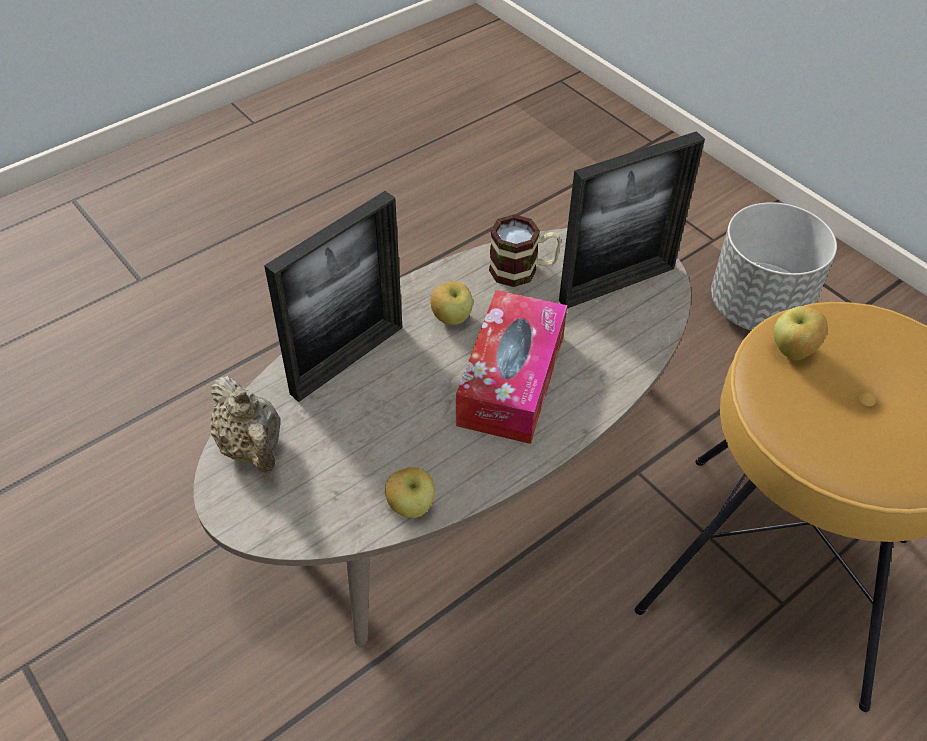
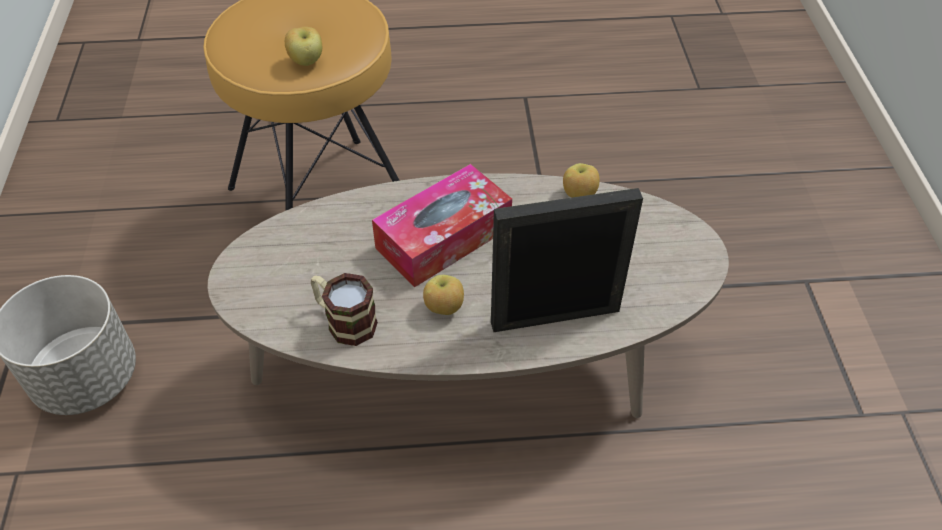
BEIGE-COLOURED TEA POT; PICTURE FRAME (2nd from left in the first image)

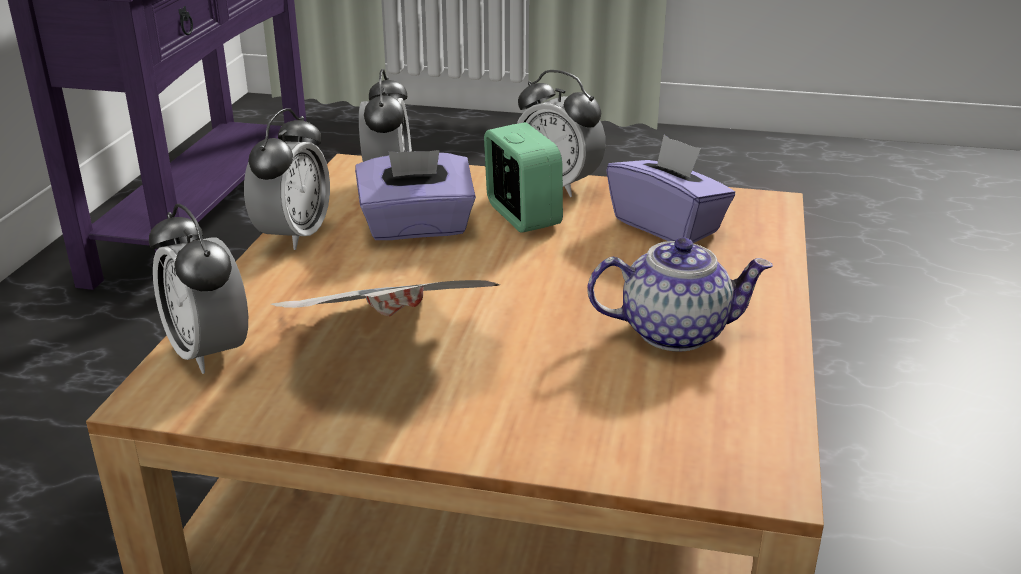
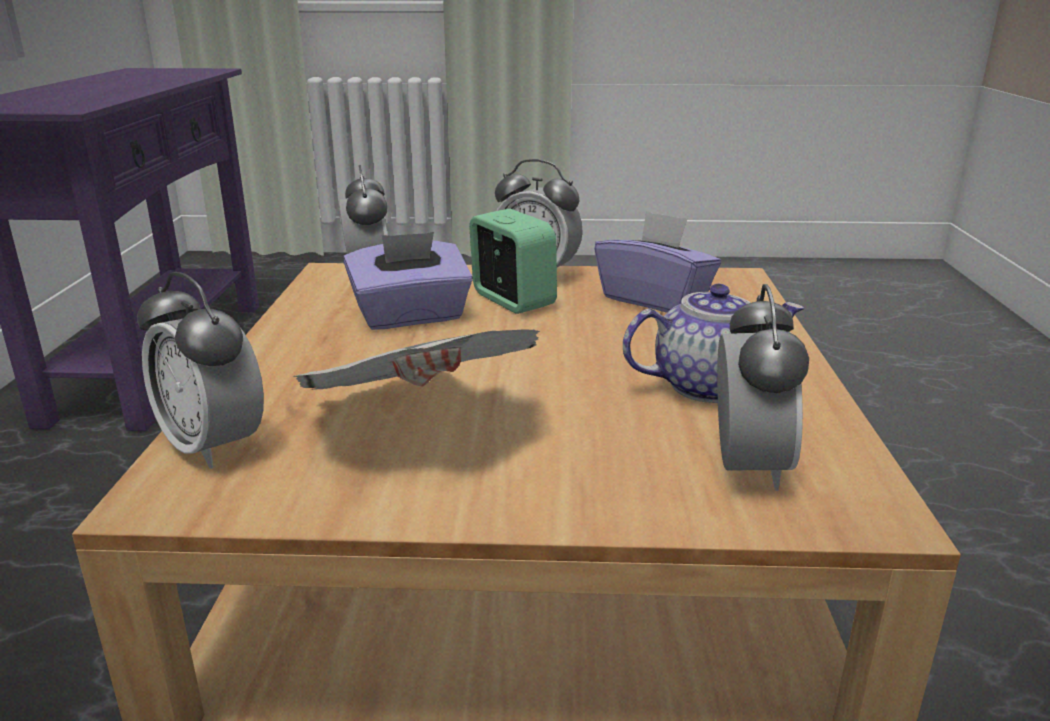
ALARM CLOCK (5th from left)

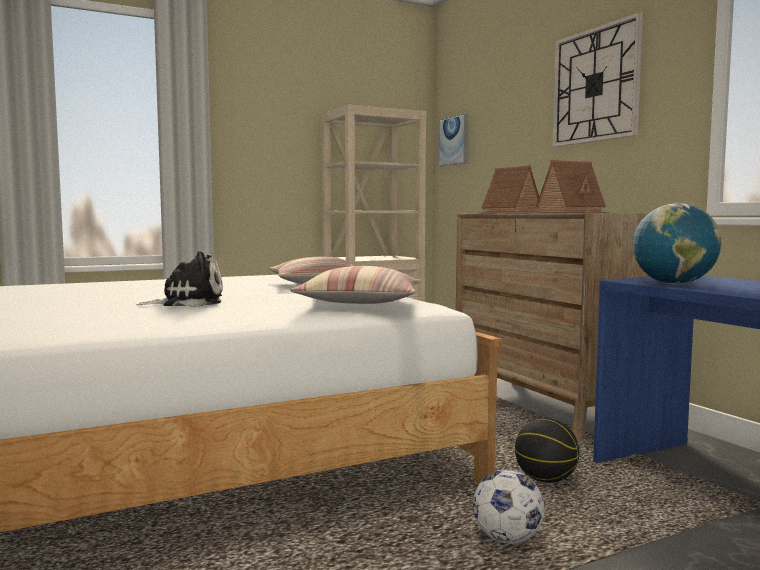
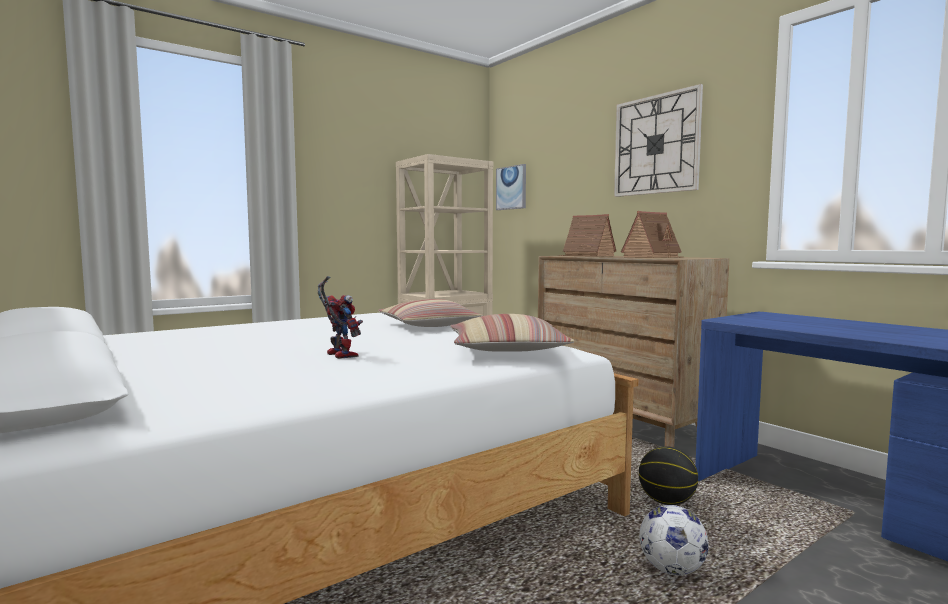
DESK GLOBE; MODEL ROBOT

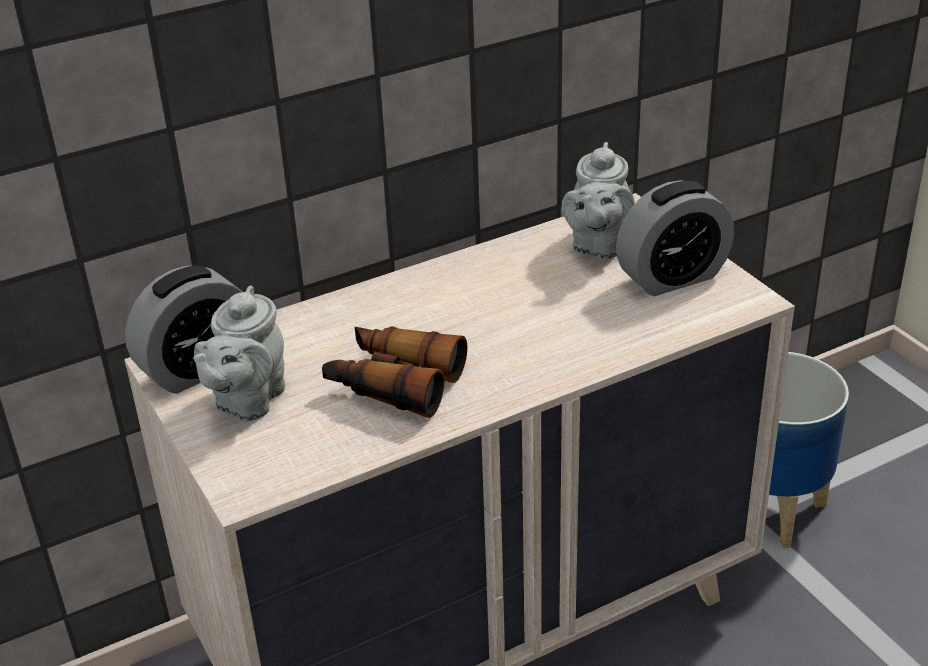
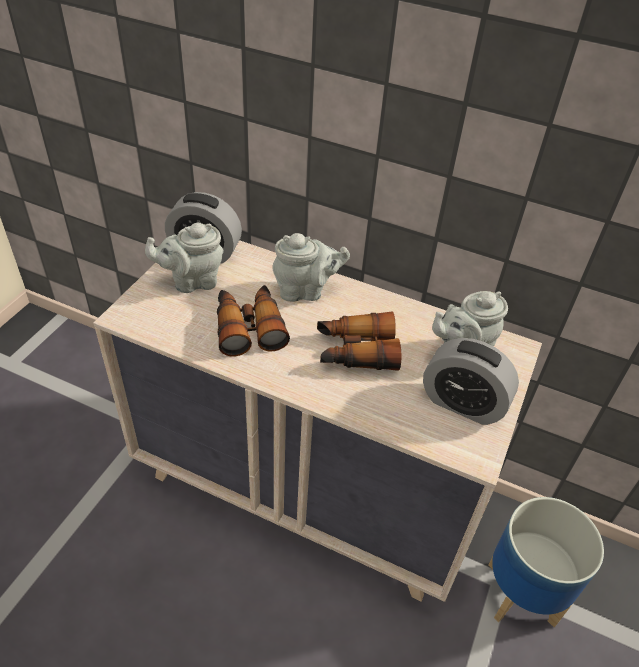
GRAY TEA POT (2nd from left); FIELD GLASSES (2nd from left)

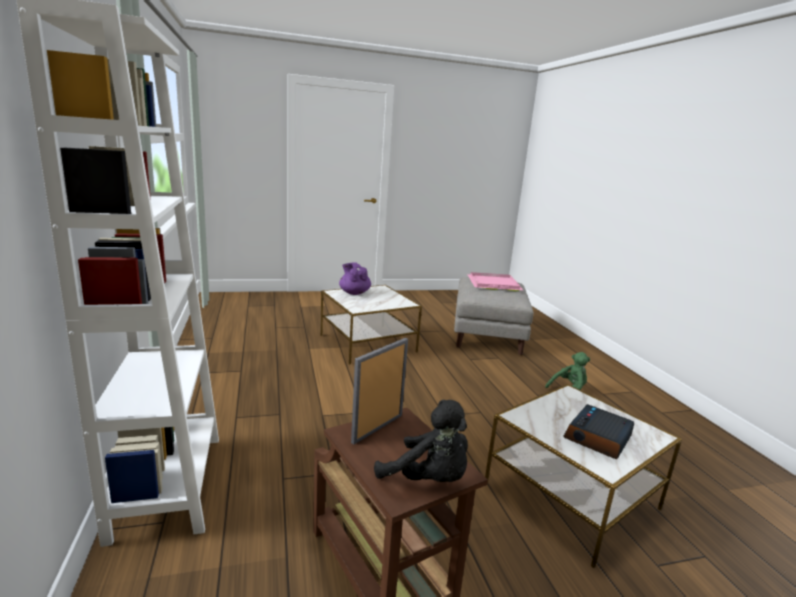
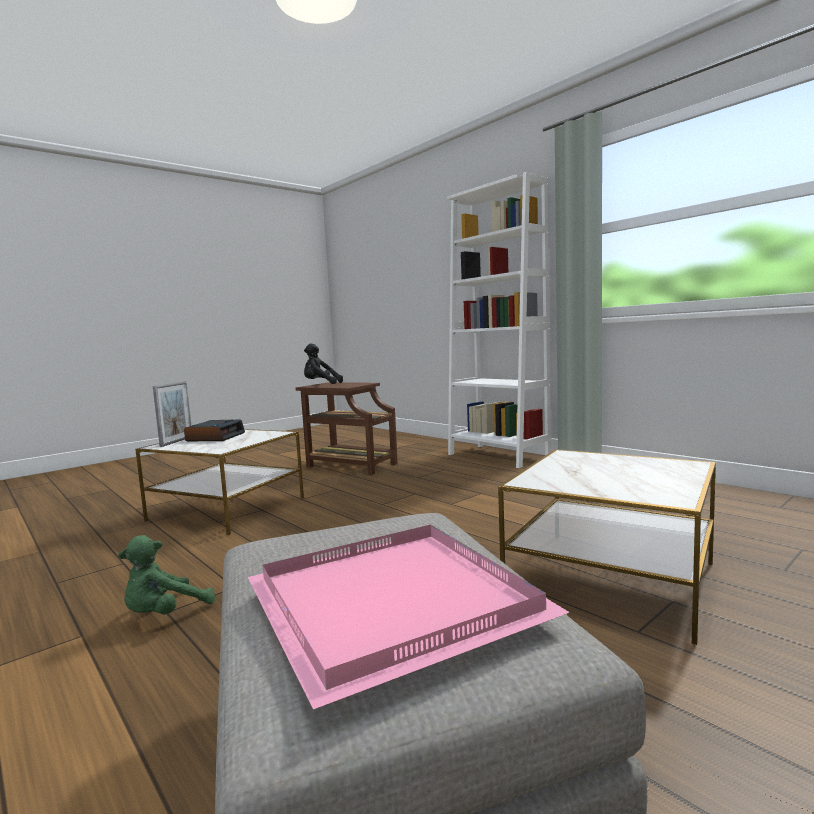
PURPLISH TEA POT; PICTURE FRAME

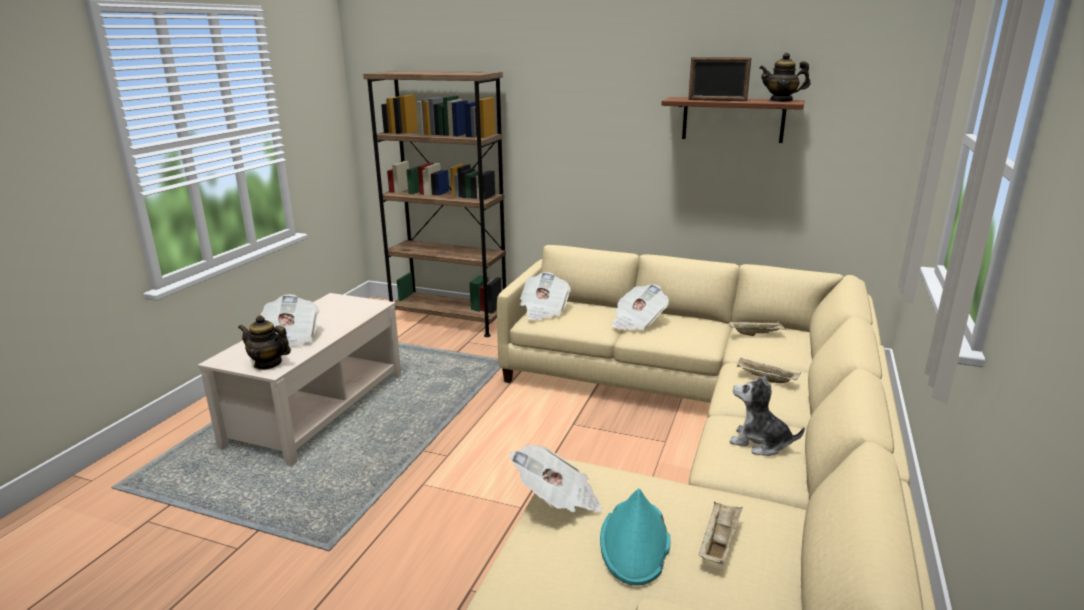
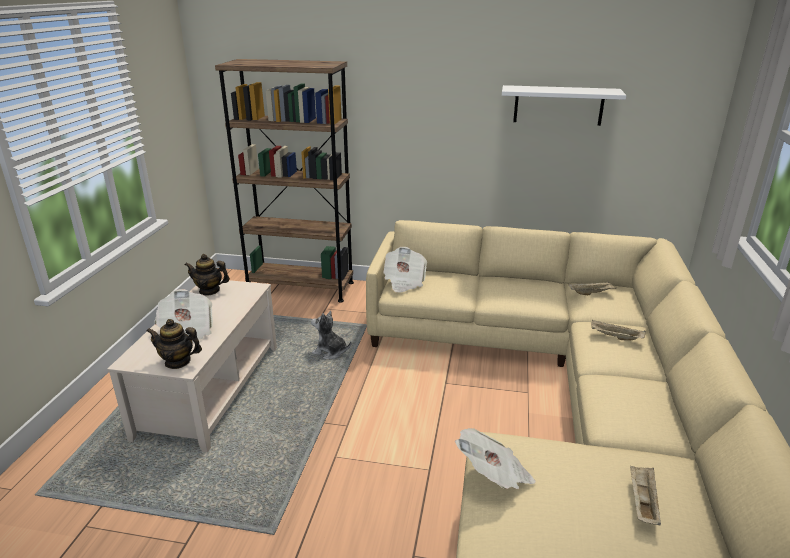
BLUE-GREEN WEARABLE HAT; DAILY PAPER (4th from left in the first image); PICTURE FRAME; PLUSH TOY; TEA POT (2nd from left); WHITE-COLOURED WALL SHELF

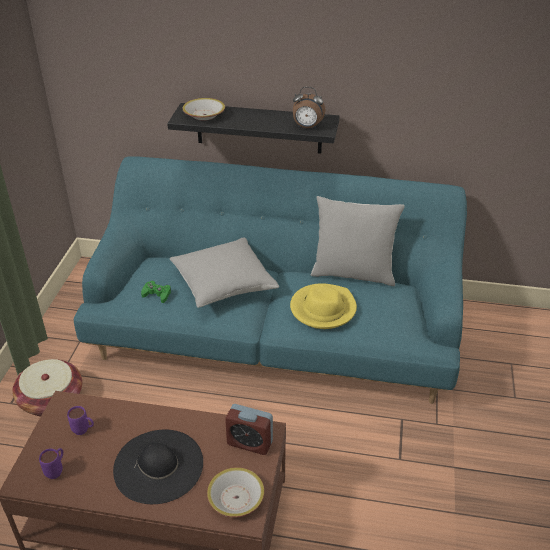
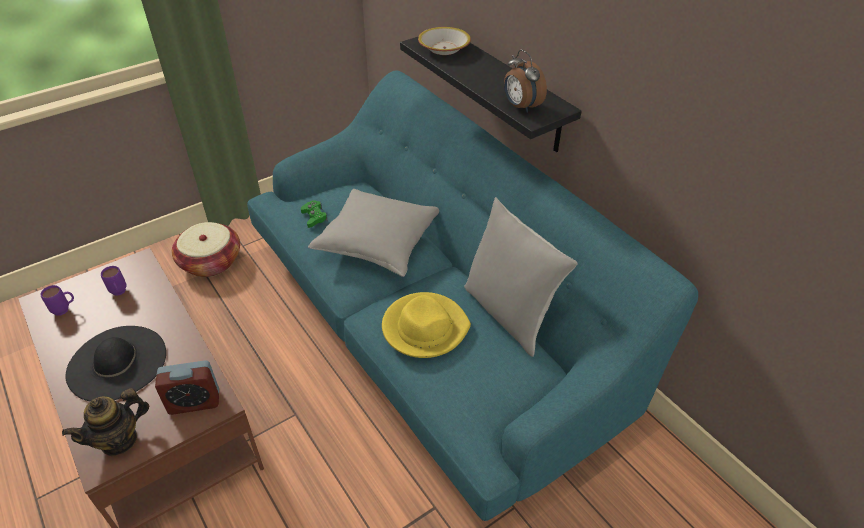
TEA POT; ALARM CLOCK (1st from left)

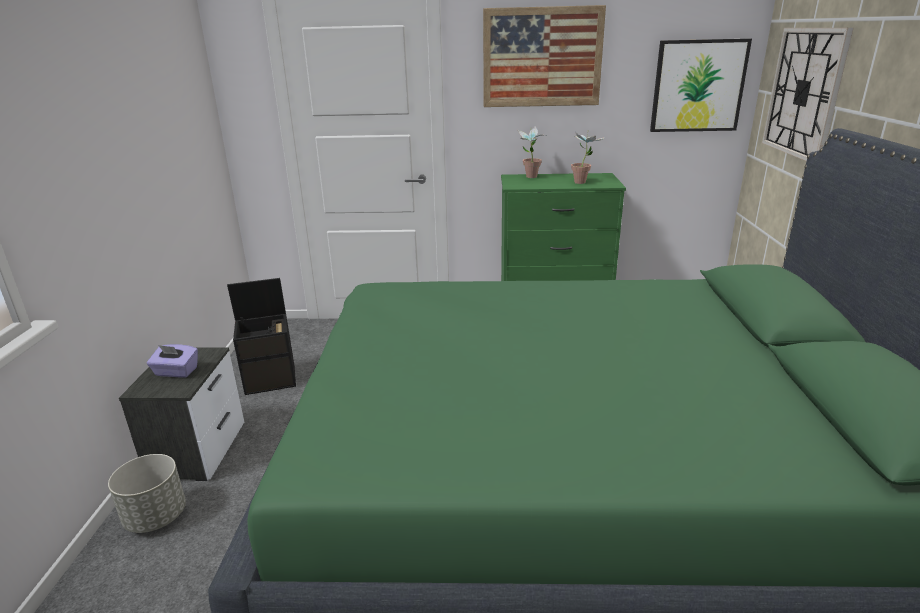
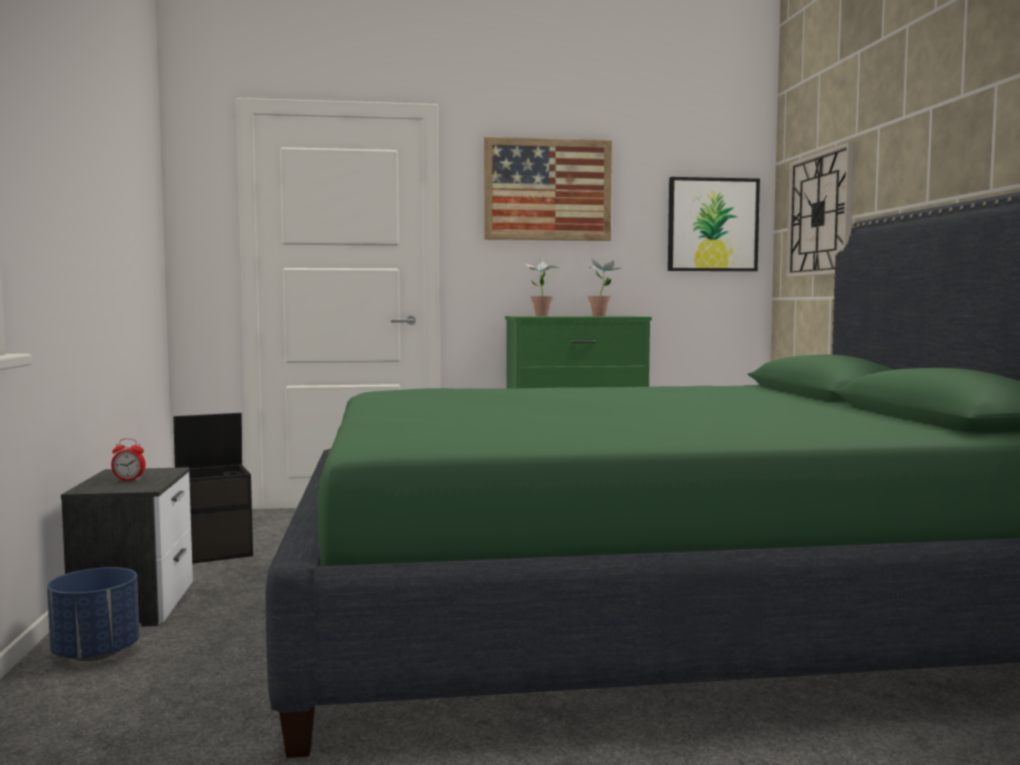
ALARM CLOCK; BLUISH FLOWER POT

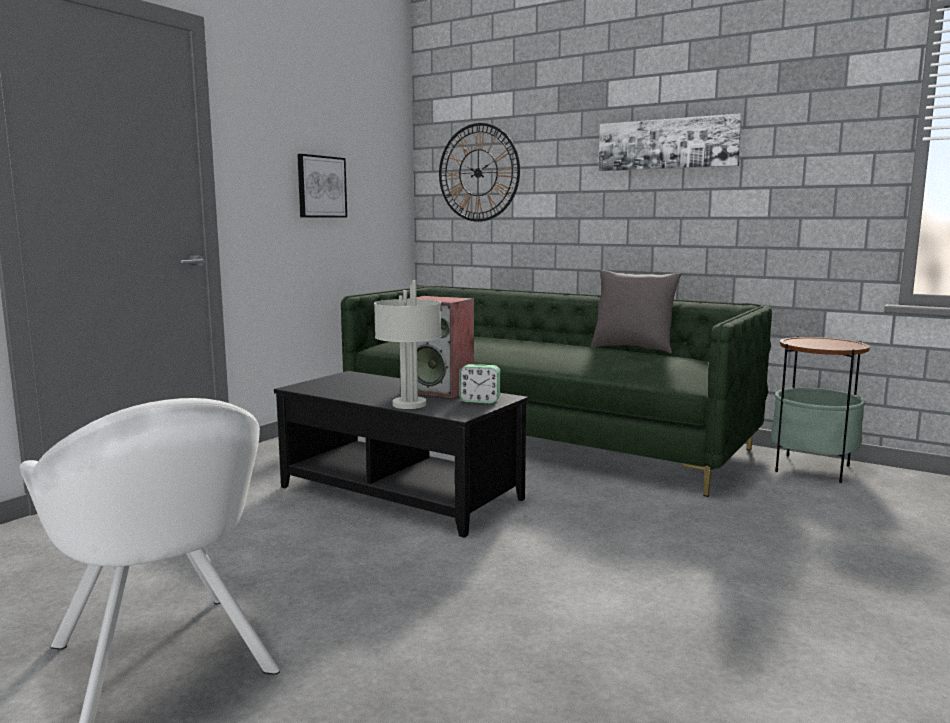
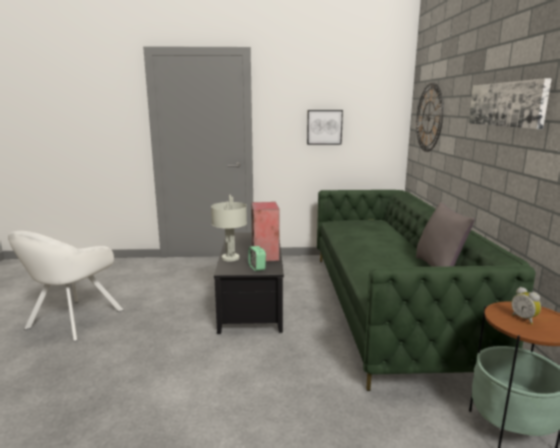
ALARM CLOCK (2nd from left)

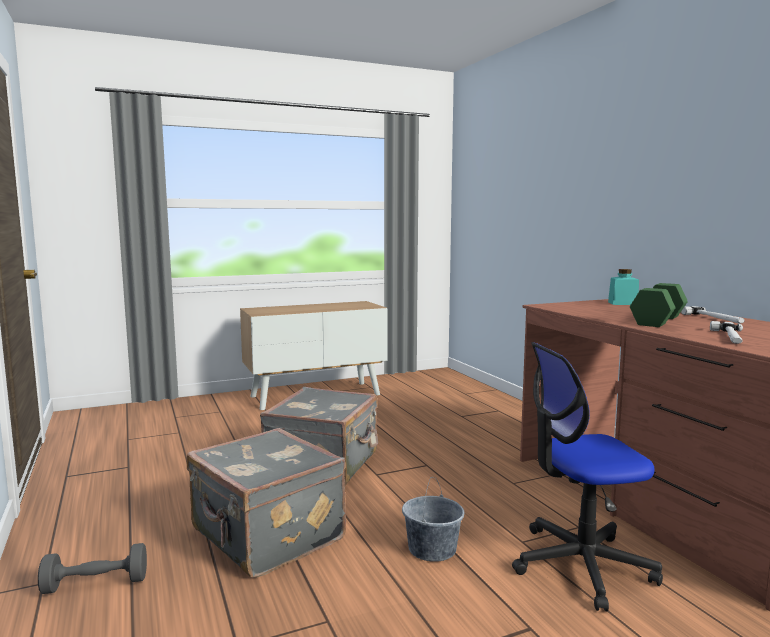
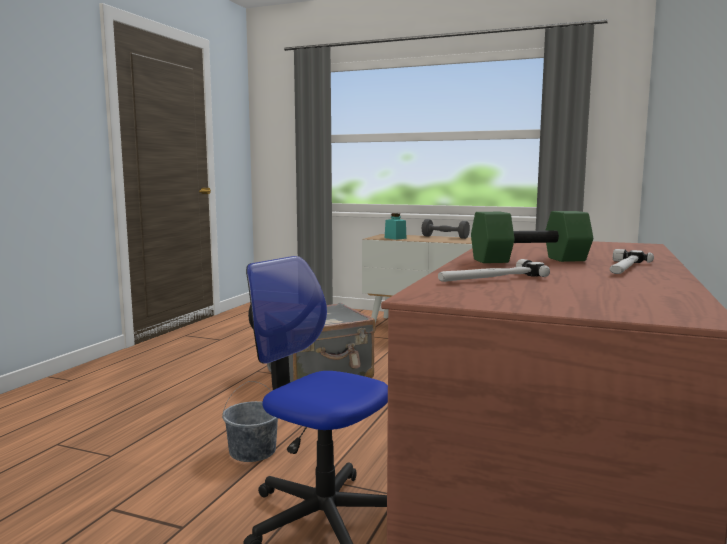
GRAY PIECE OF LUGGAGE (1st from left in the first image); GRAY HAND WEIGHT; BLUE-GREEN STORAGE JAR

